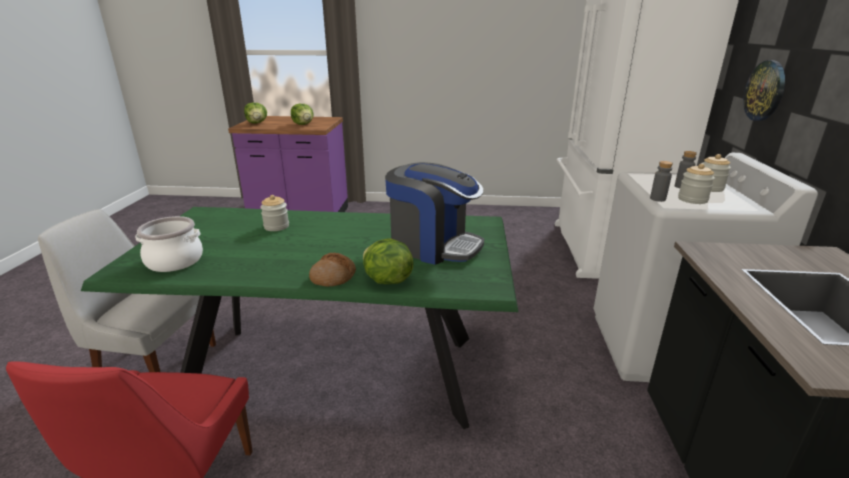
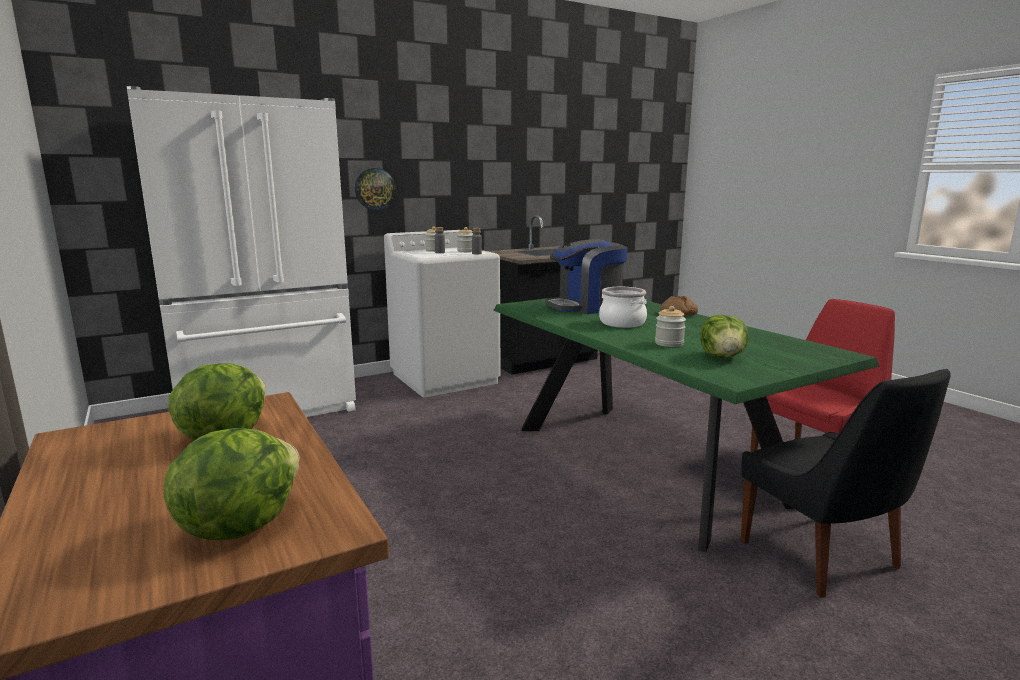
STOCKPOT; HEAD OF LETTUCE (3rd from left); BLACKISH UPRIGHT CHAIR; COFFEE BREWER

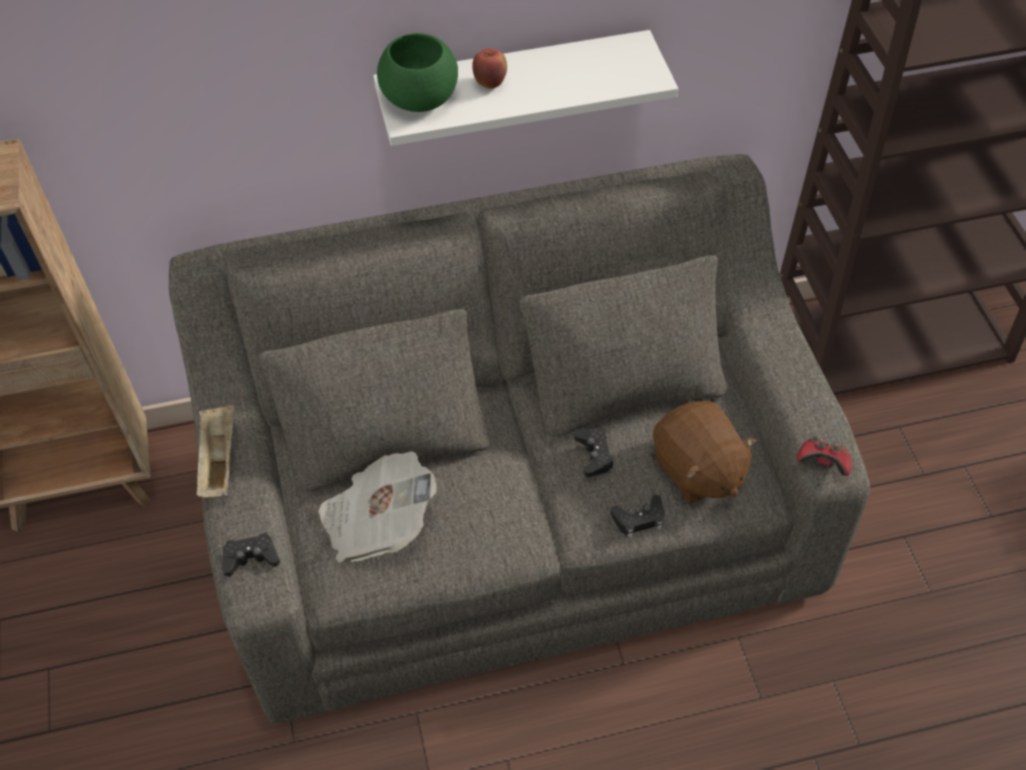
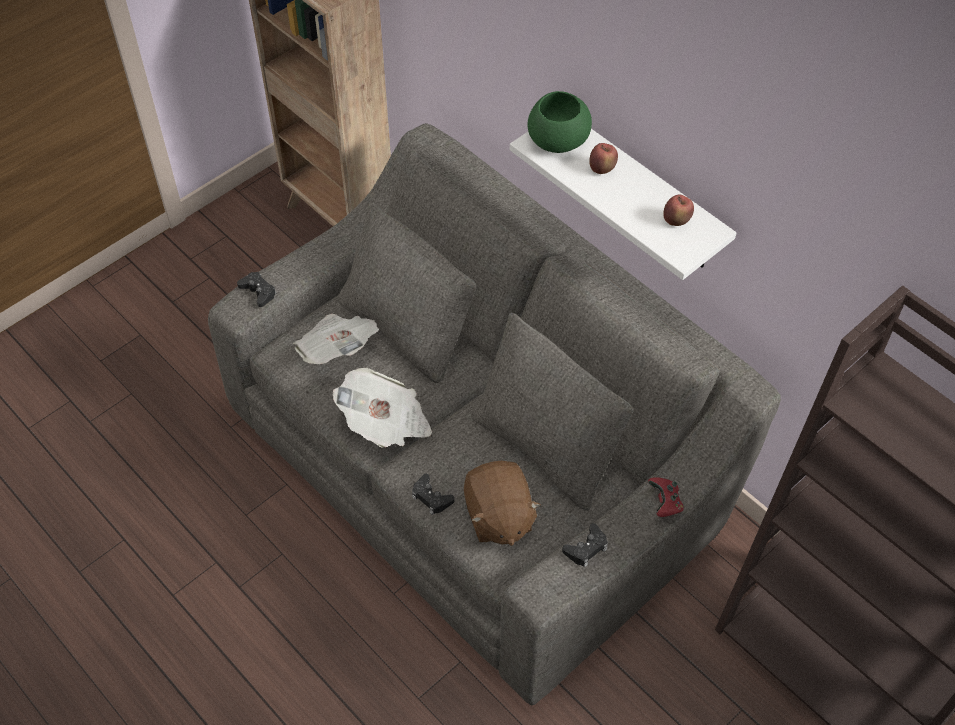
BEIGE-COLOURED CARRYING TRAY; DAILY PAPER (2nd from left); APPLE (2nd from left); BLACKISH GAME CONTROLLER (3rd from left); RED-COLOURED GAME CONTROLLER; BROWN PLUSH TOY

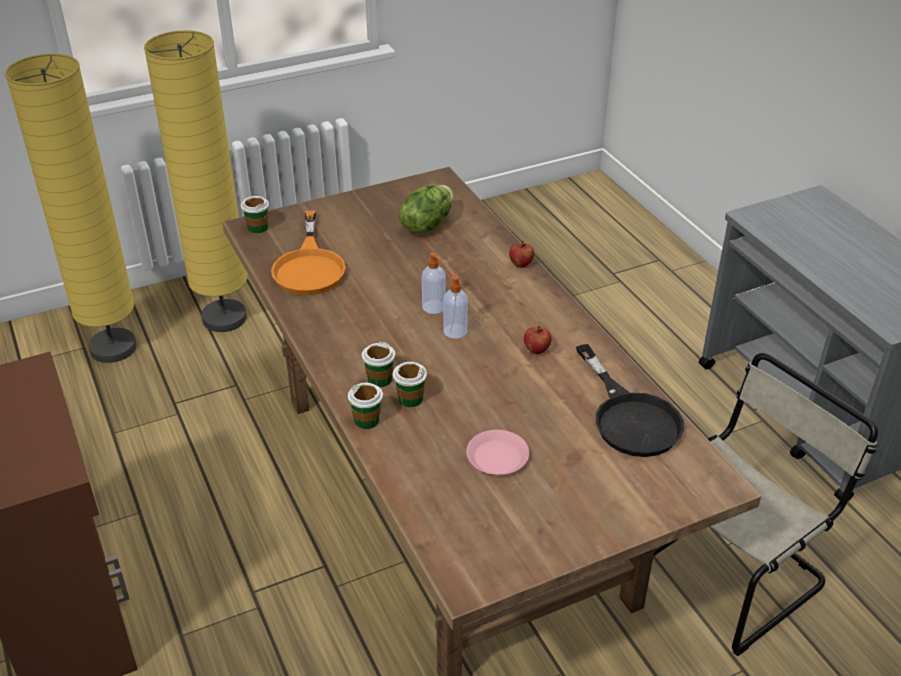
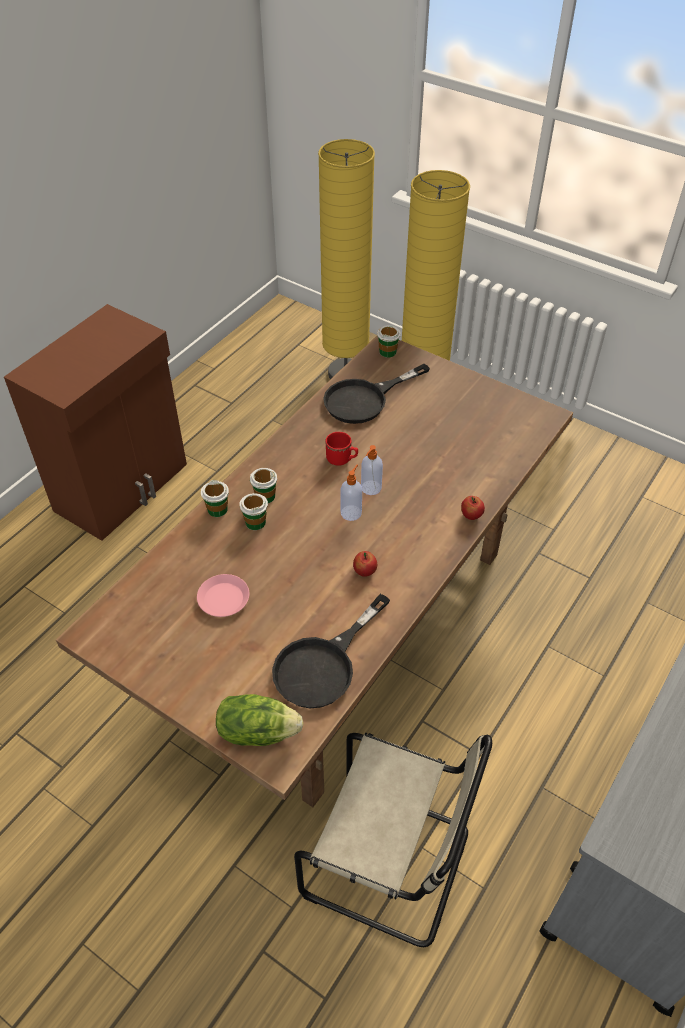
RED-COLOURED MUG; HEAD OF LETTUCE; BLACKISH FRYING PAN (2nd from left)

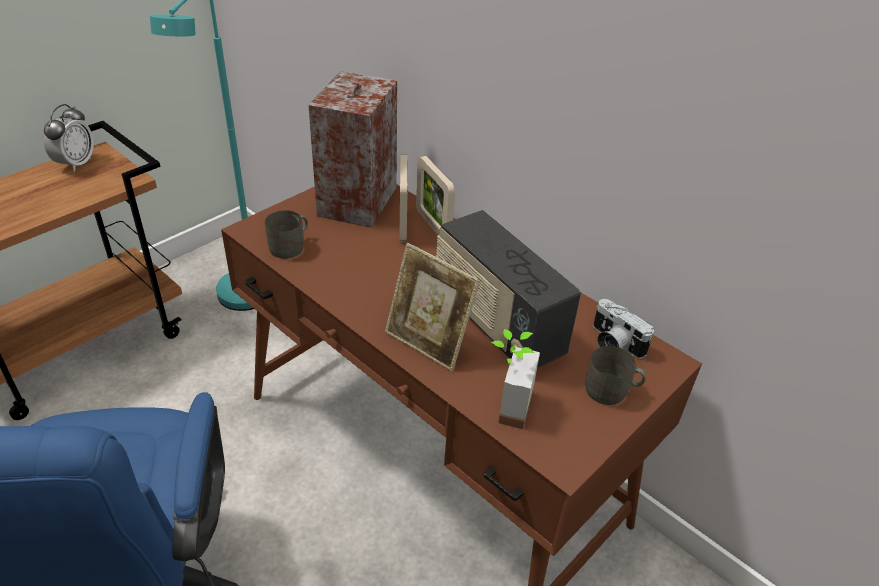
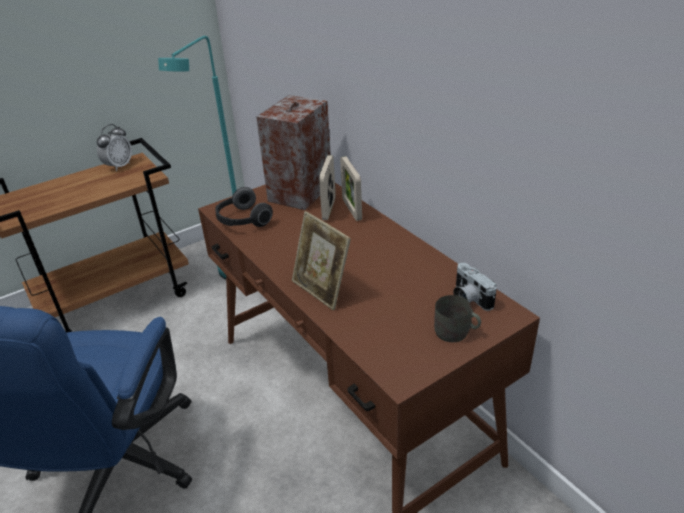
RADIO RECEIVER; PLANT IN A POT; PAIR OF HEADPHONES

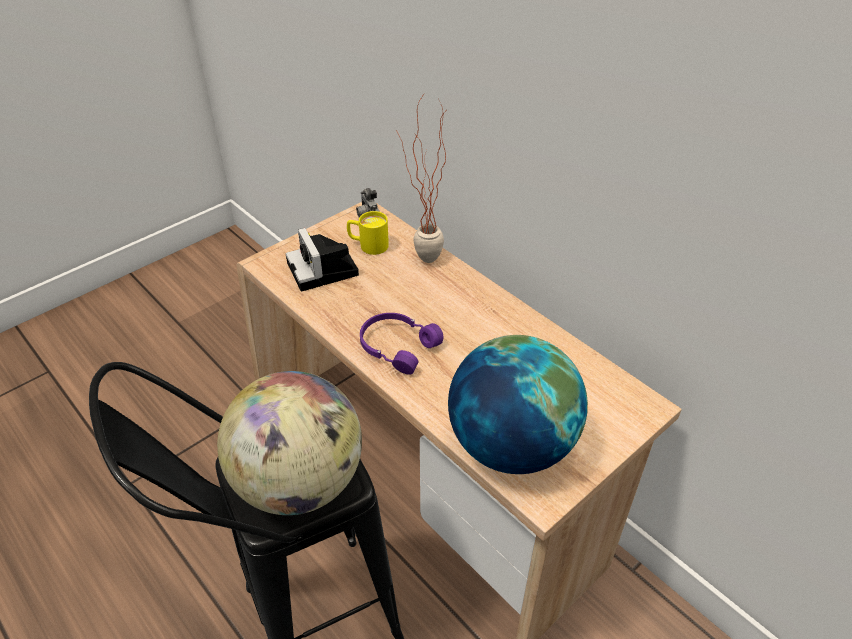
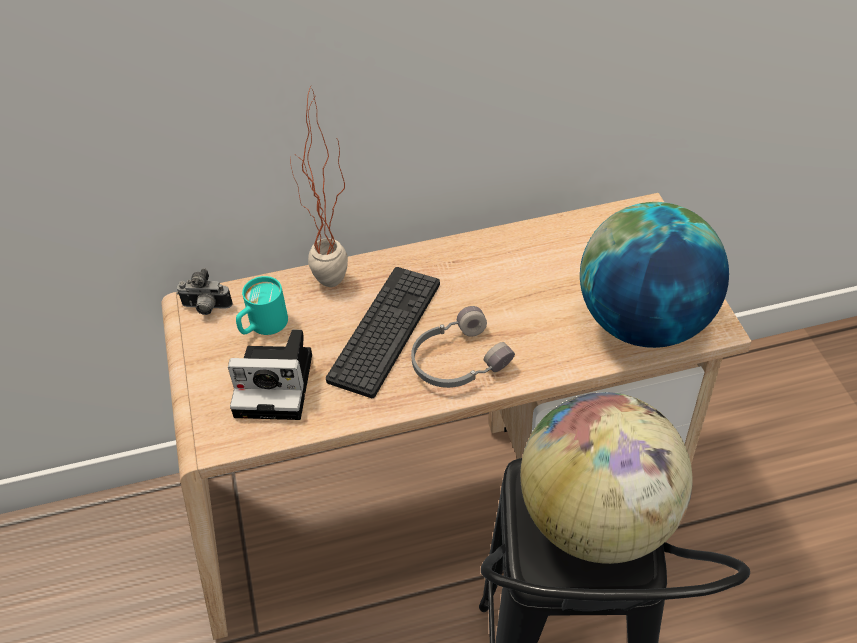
PC KEYBOARD; BLUE-GREEN MUG; GRAY PAIR OF HEADPHONES

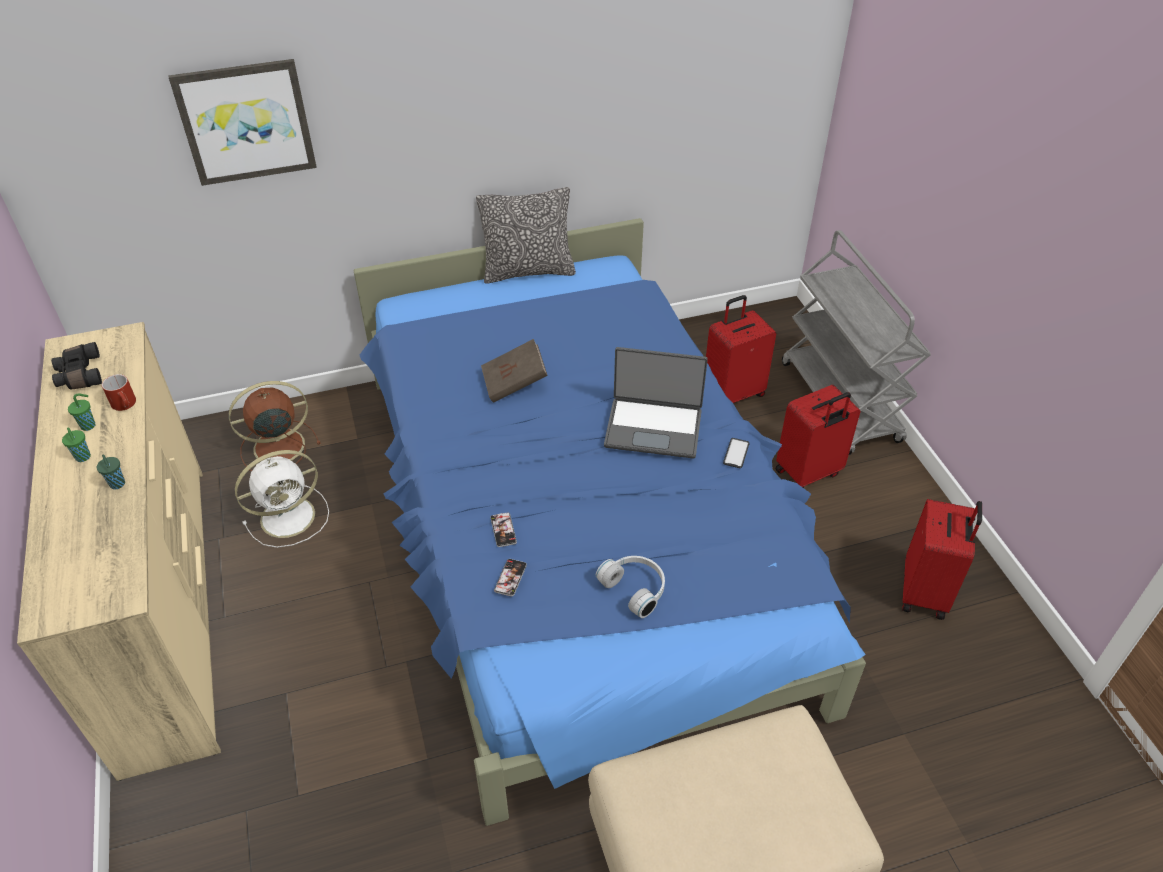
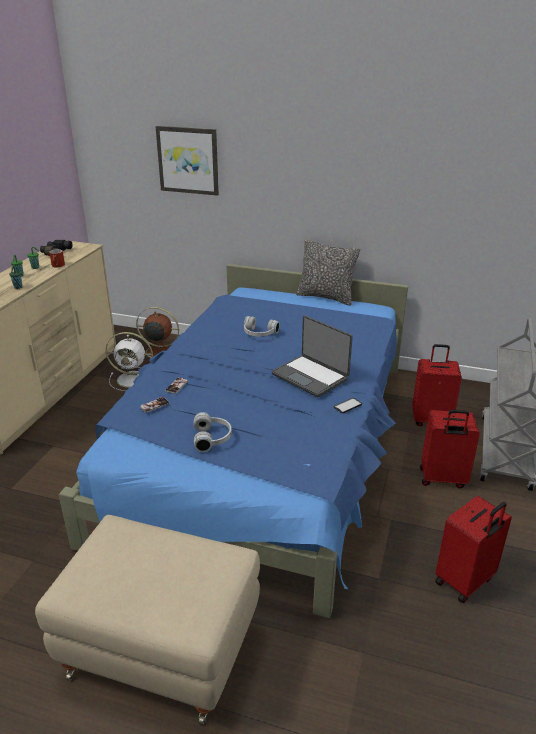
WHITE-COLOURED PAIR OF HEADPHONES (2nd from left)

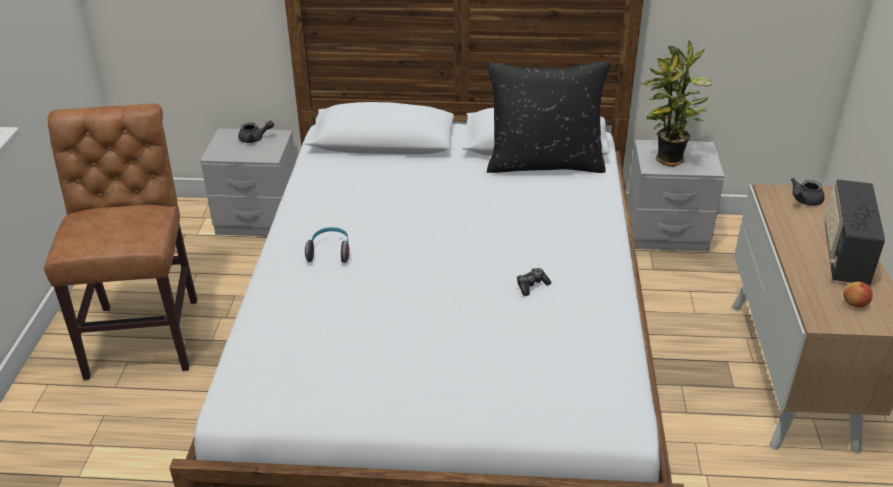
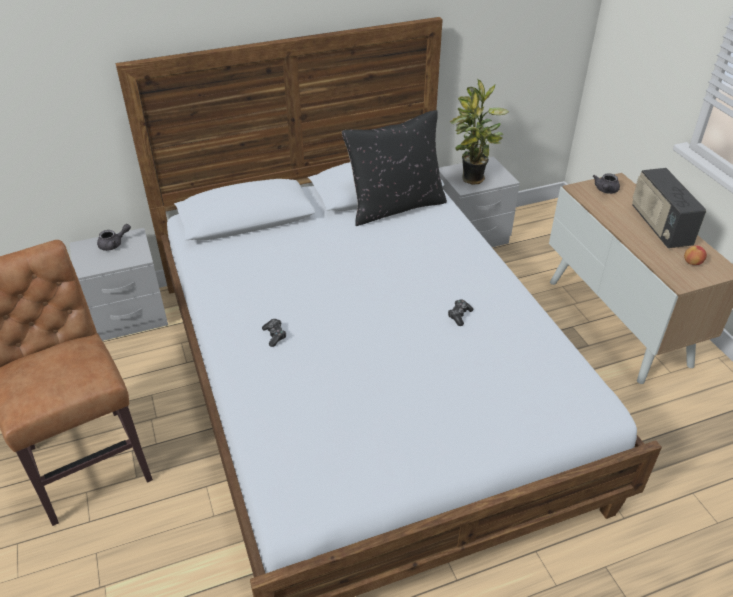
GAME CONTROLLER (1st from left)

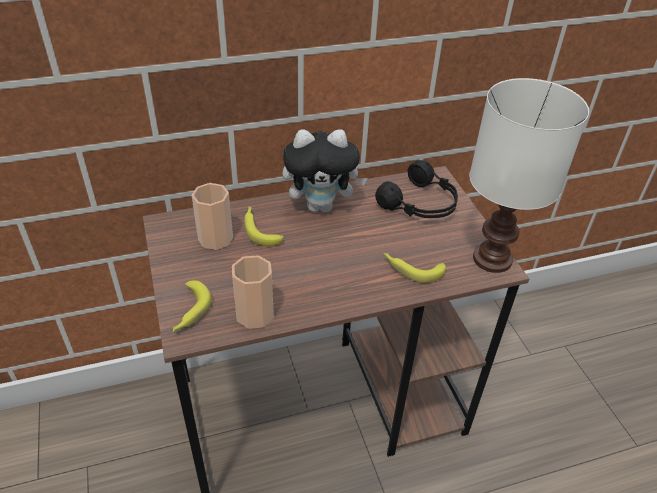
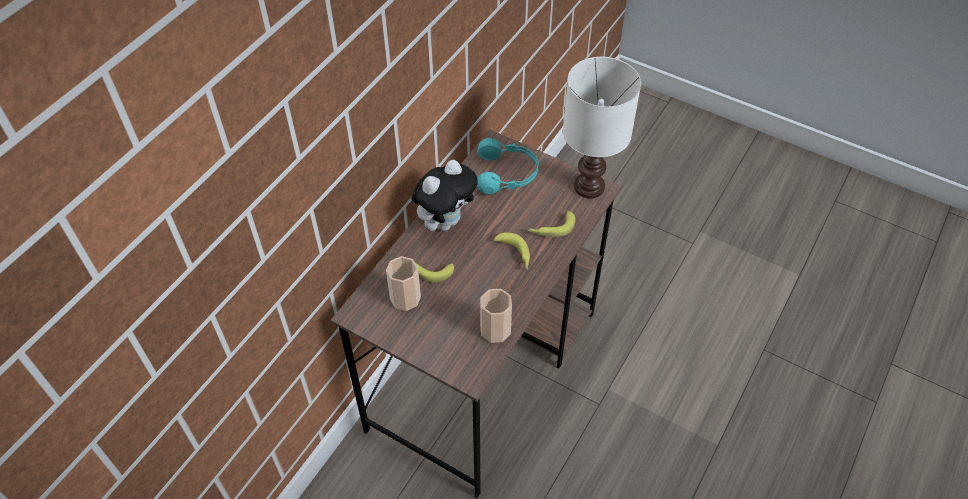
BANANA FRUIT (2nd from left); BLUE-GREEN PAIR OF HEADPHONES

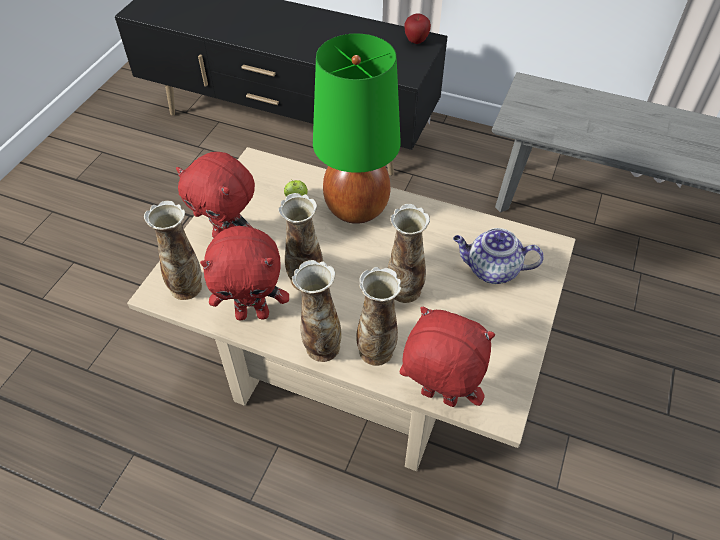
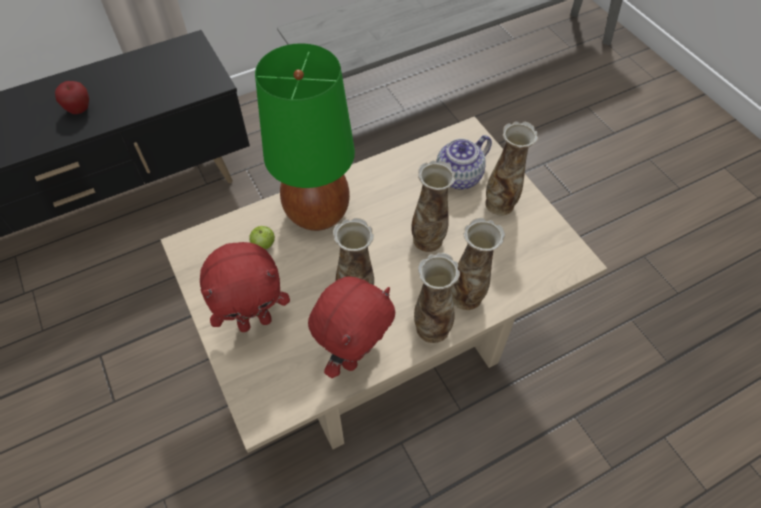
RED-COLOURED PLUSH TOY (3rd from left in the first image); DECORATIVE VASE (5th from left); APPLE (1st from left)

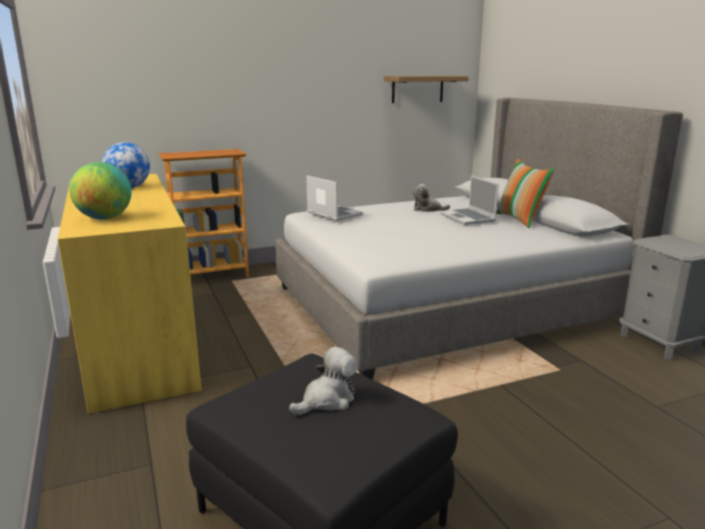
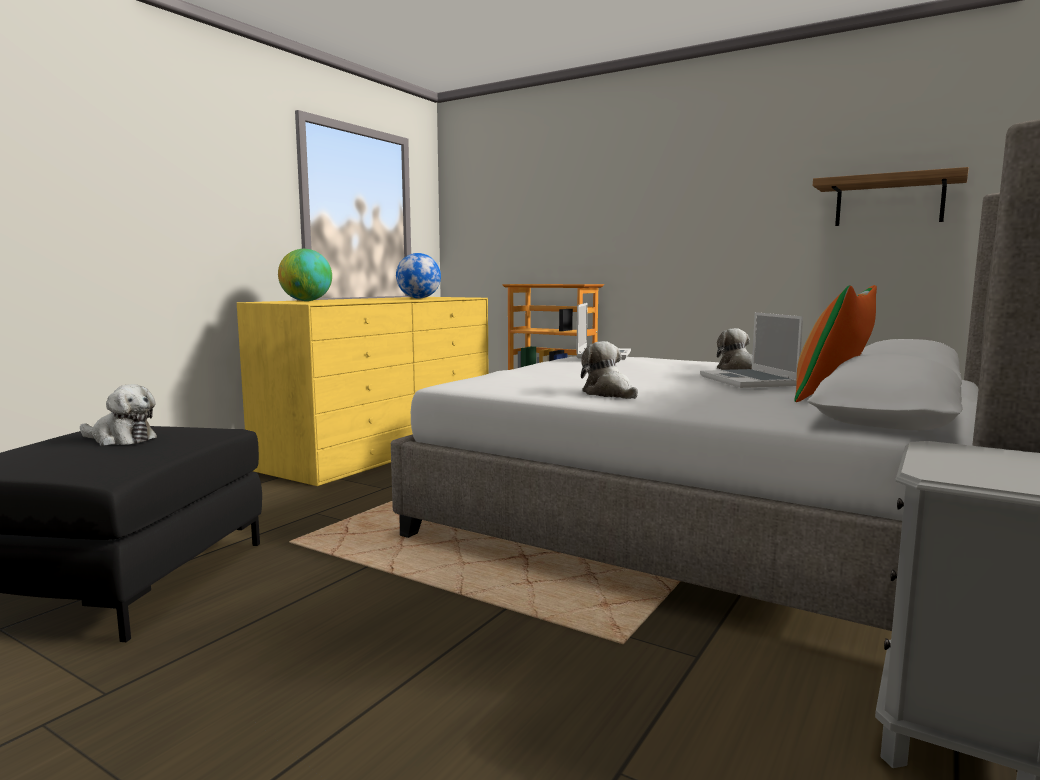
PLUSH TOY (2nd from left); LAPTOP (2nd from left)

